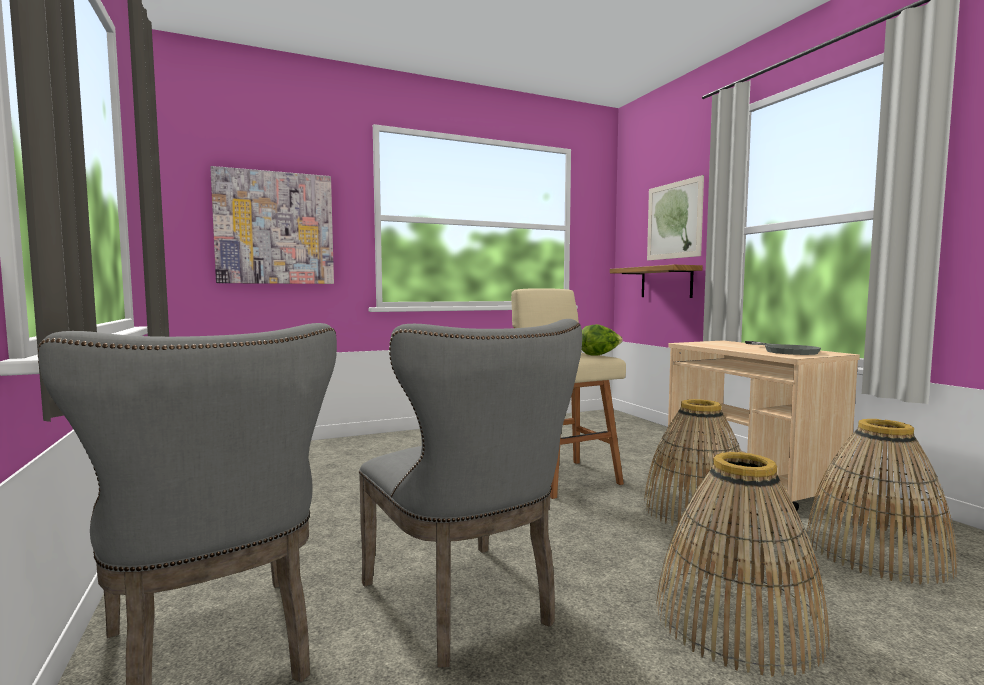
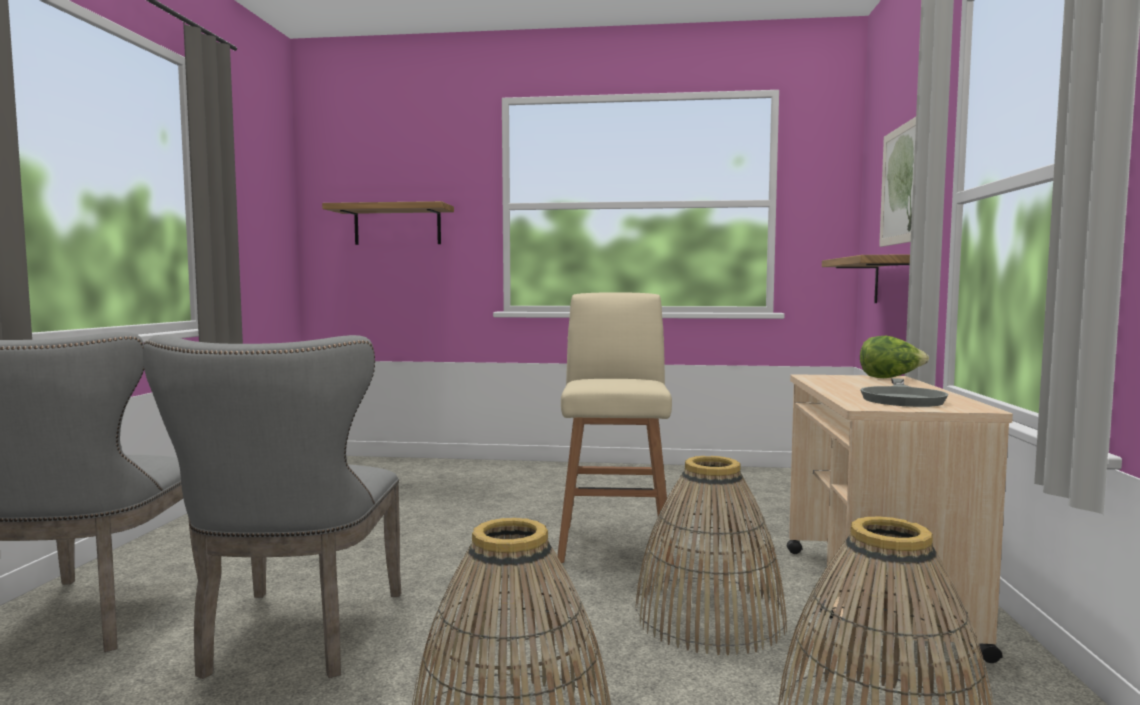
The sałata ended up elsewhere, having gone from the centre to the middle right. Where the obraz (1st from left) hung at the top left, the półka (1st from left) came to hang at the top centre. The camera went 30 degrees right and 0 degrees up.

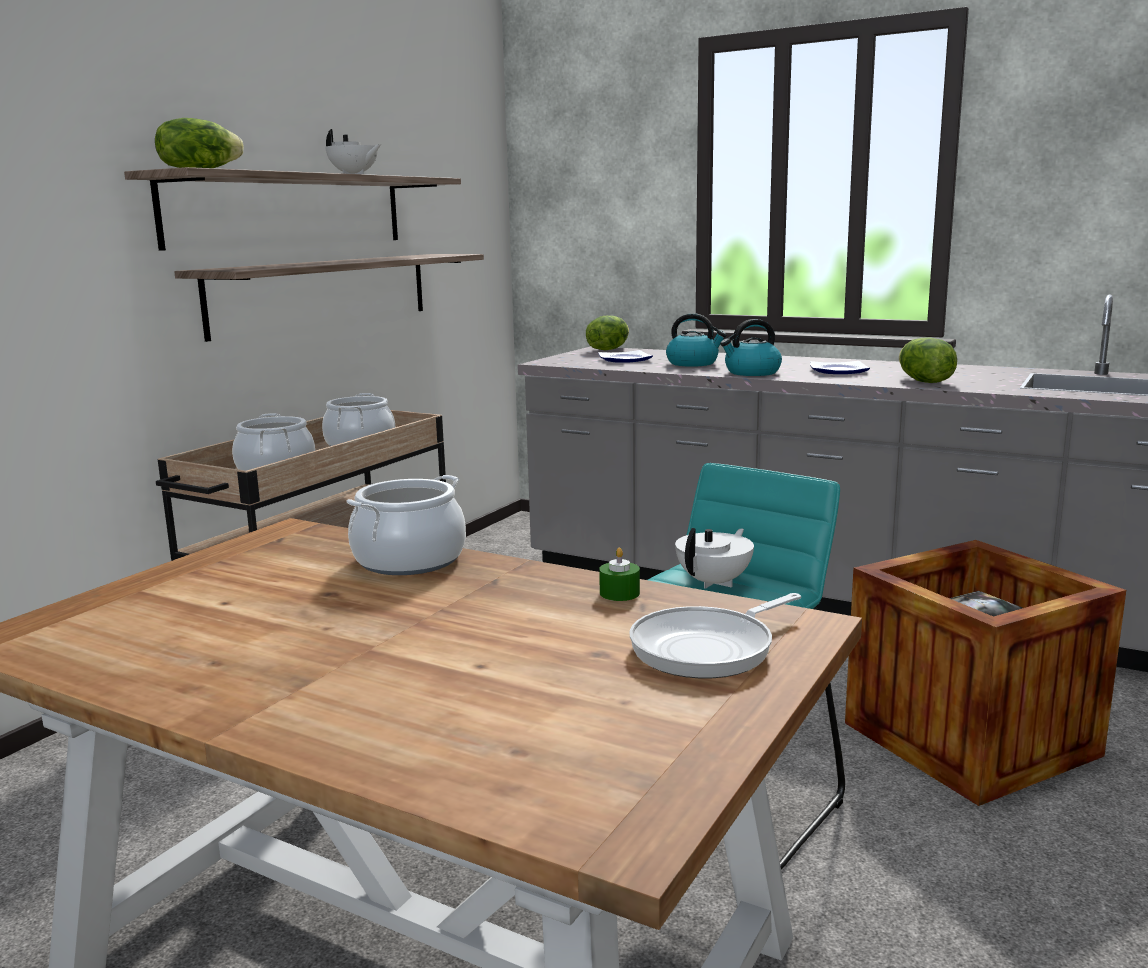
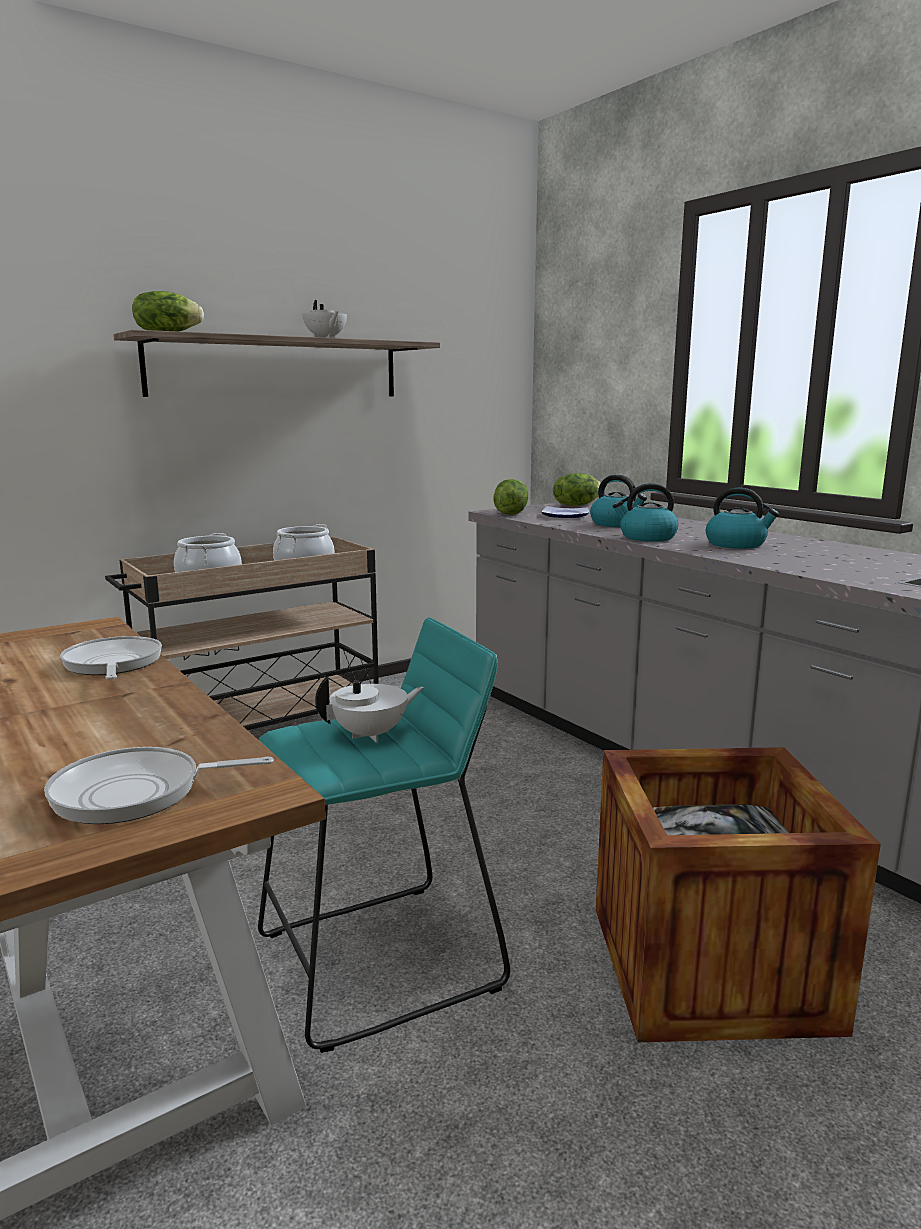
The second view lost the półka (2nd from left) at the top left. The second view lost the świeca (zielony) at the centre. The sałata (3rd from left in the first image) ended up elsewhere, having gone from the middle right to the centre. Where the garnek (3rd from left) stood at the centre, the patelnia (1st from left) came to stand at the middle left. Where the talerz (2nd from left) stood at the middle right, the czajnik (3rd from left) came to stand at the middle right. The camera went 25 degrees right and 0 degrees up.

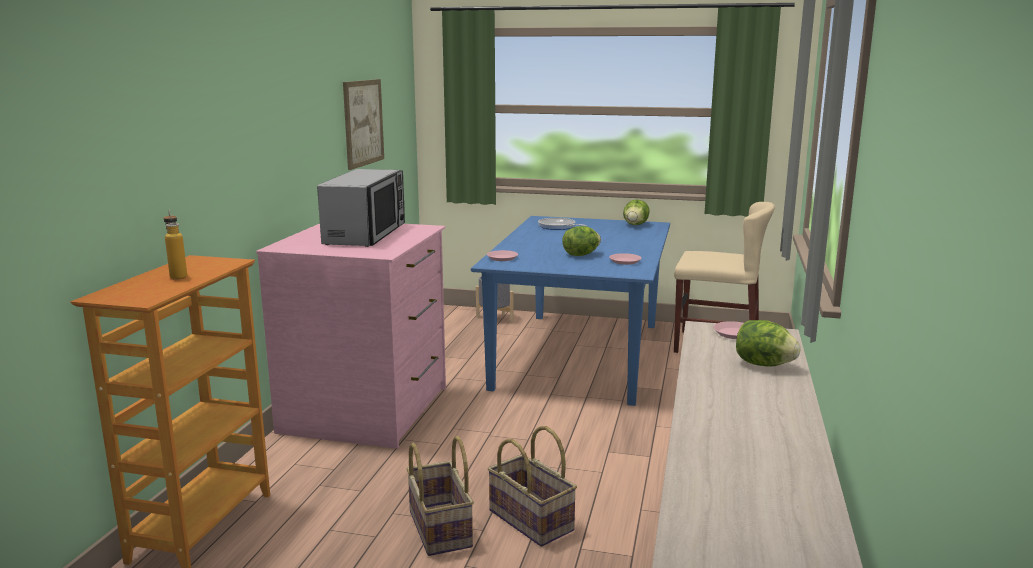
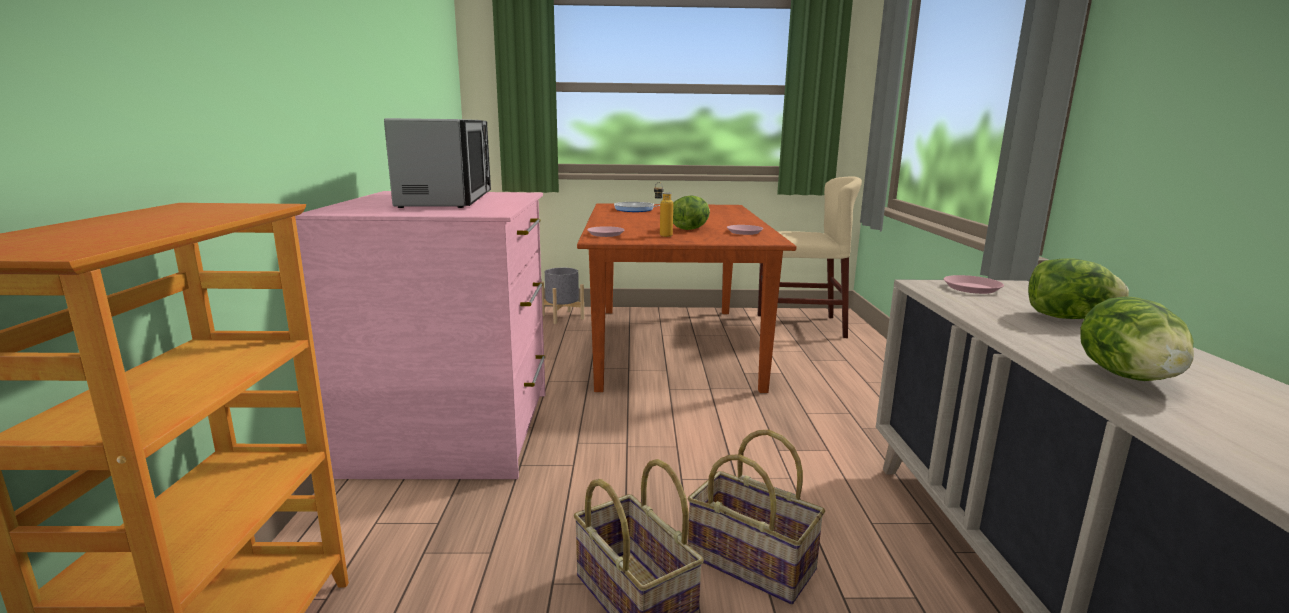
The second view lost the obraz at the top centre. The butelka ended up elsewhere, having gone from the middle left to the centre. The sałata (2nd from left in the first image) ended up elsewhere, having gone from the centre to the middle right. What was the stół jadalny (niebieski) at the centre turned into the stół jadalny (brązowy) at the centre. The camera went 15 degrees left and 0 degrees up.

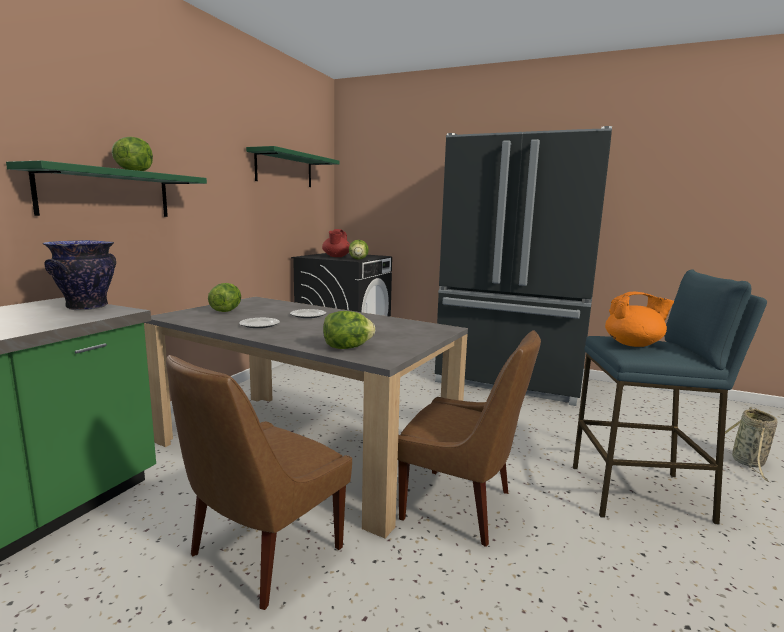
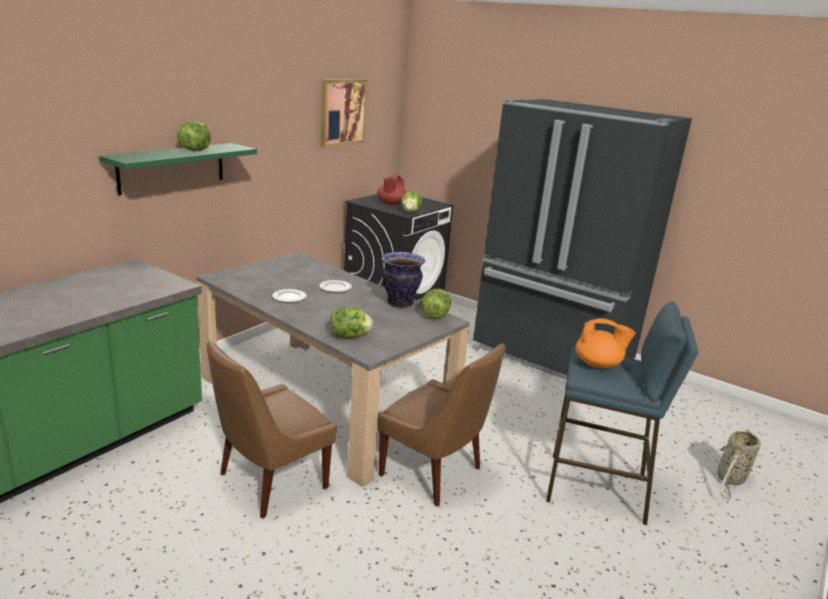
The wazon ended up elsewhere, having gone from the middle left to the centre. The sałata (2nd from left in the first image) ended up elsewhere, having gone from the middle left to the centre. Where the półka (zielony) (2nd from left) hung at the top centre, the obraz came to hang at the top centre. The camera went 10 degrees right and 10 degrees up.

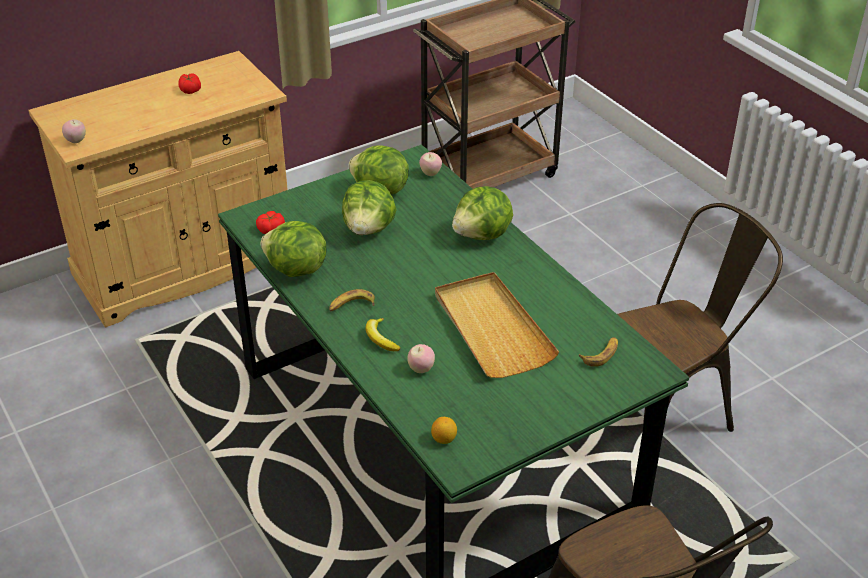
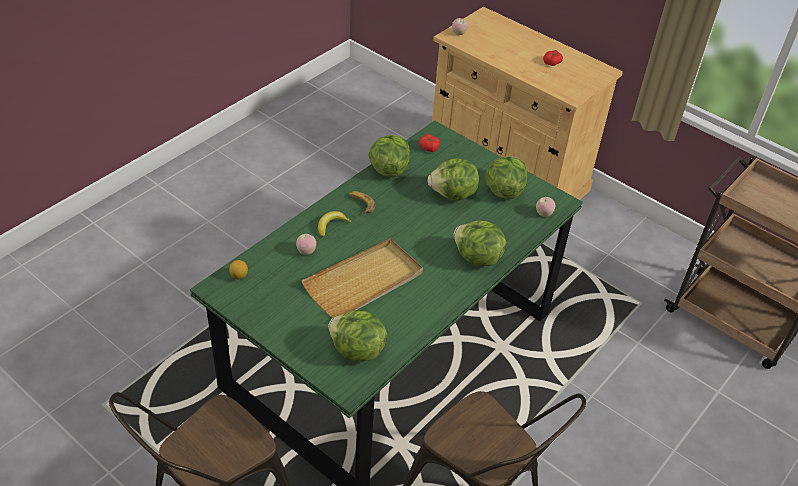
Where the banan (3rd from left) stood at the middle right, the sałata (1st from left) came to stand at the bottom centre. The camera went 70 degrees right and 5 degrees up.

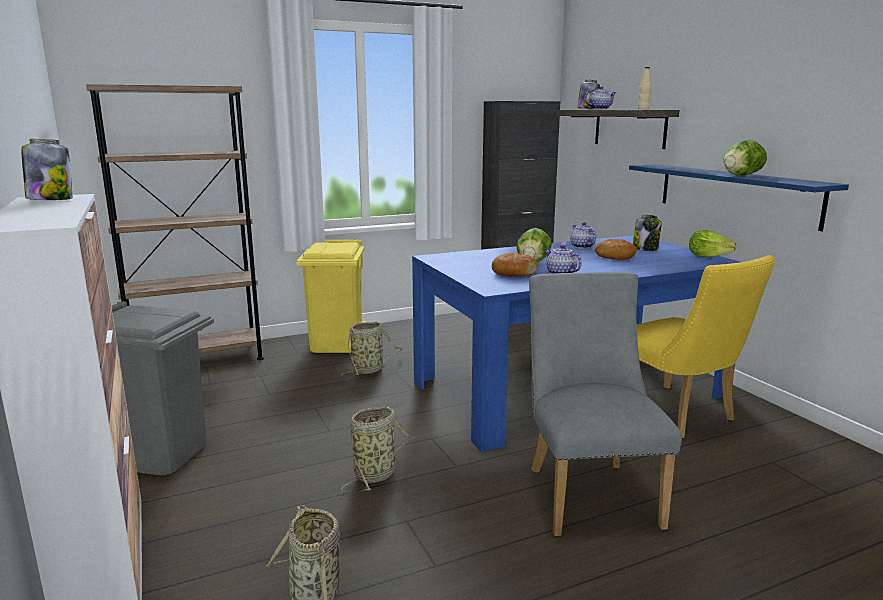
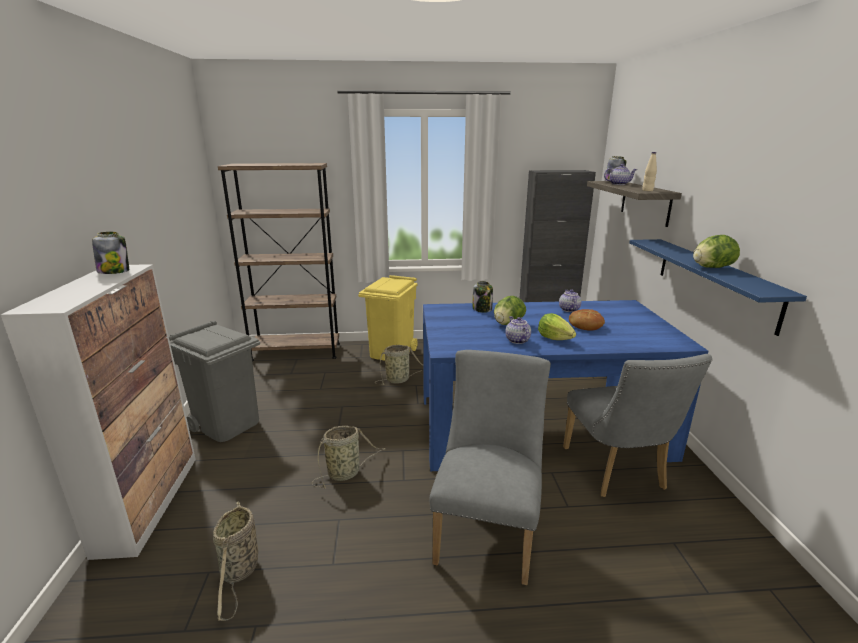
The second view lost the chleb (1st from left) at the centre. The słoik (3rd from left in the first image) ended up elsewhere, having gone from the middle right to the centre. The sałata (2nd from left) ended up elsewhere, having gone from the middle right to the centre. What was the krzesło (żółty) at the middle right turned into the krzesło (szary) (2nd from left) at the middle right. The camera went 20 degrees right and 5 degrees up.

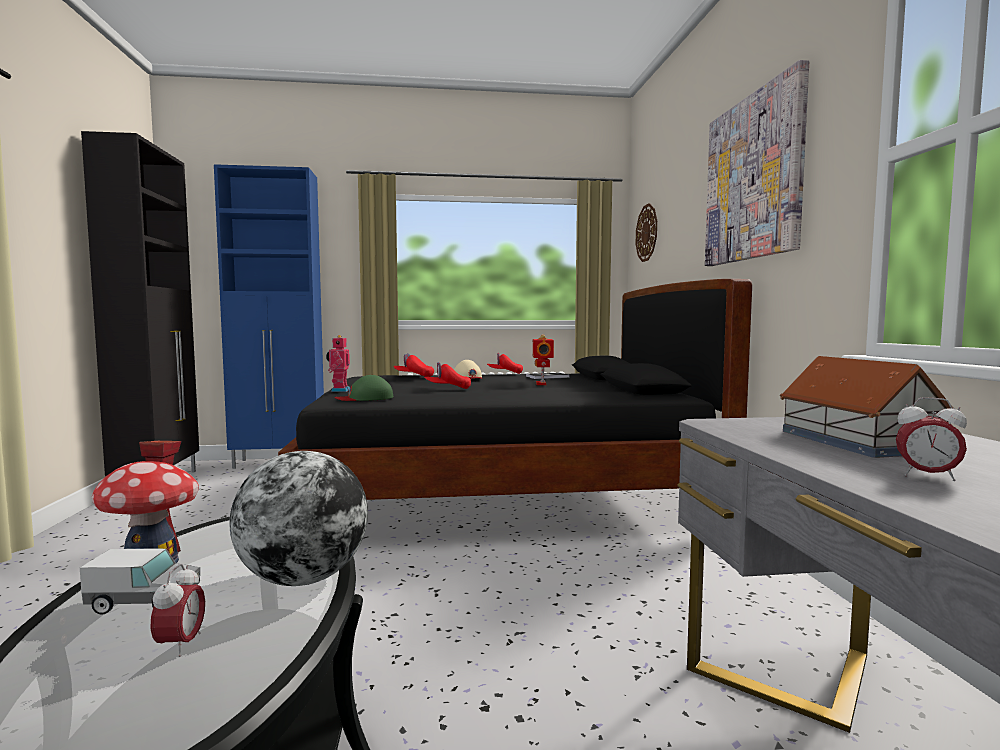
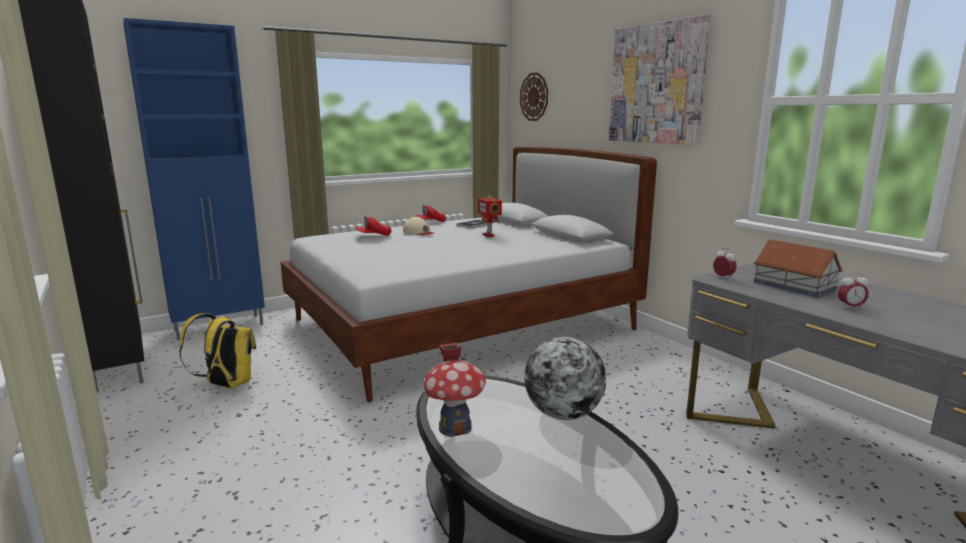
The second view lost the ciężarówka zabawkowa at the bottom left. The second view lost the robot zabawkowy (1st from left) at the centre. The second view lost the czapka z daszkiem (zielony) at the centre. The second view lost the czapka z daszkiem (czerwony) (2nd from left) at the centre. The second view gained the plecak (żółty) at the middle left. The budzik (1st from left) ended up elsewhere, having gone from the bottom left to the middle right. What was the łóżko (czarny) at the centre turned into the łóżko (biały) at the centre. The camera went 25 degrees left and 10 degrees up.

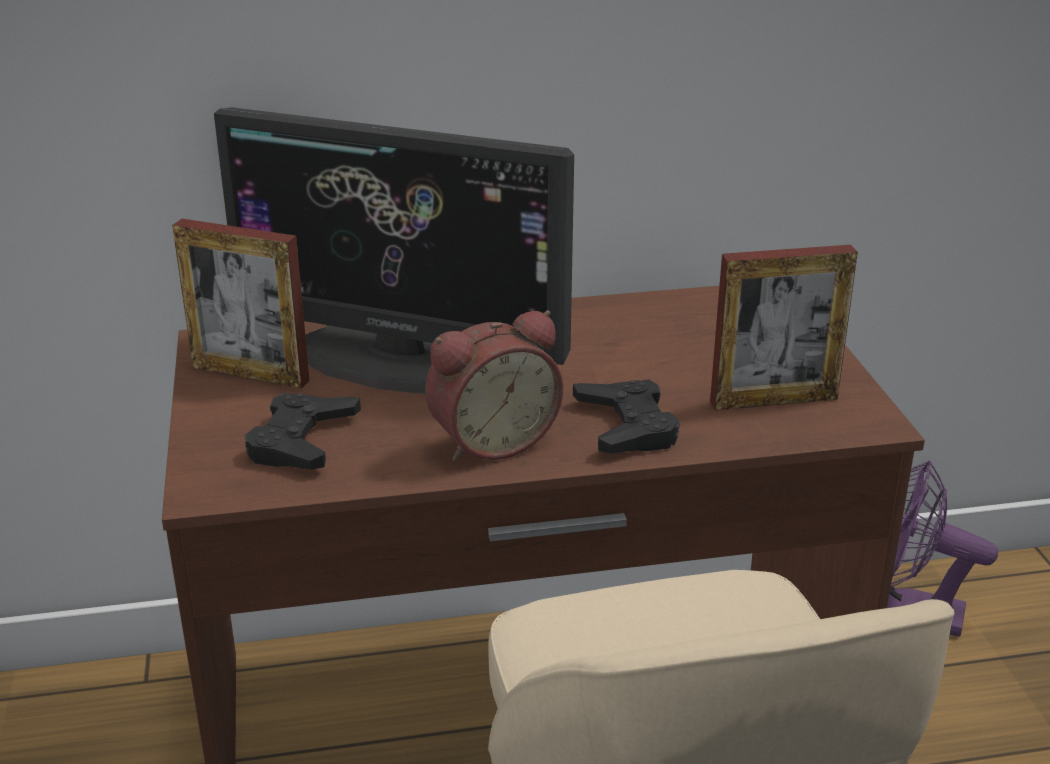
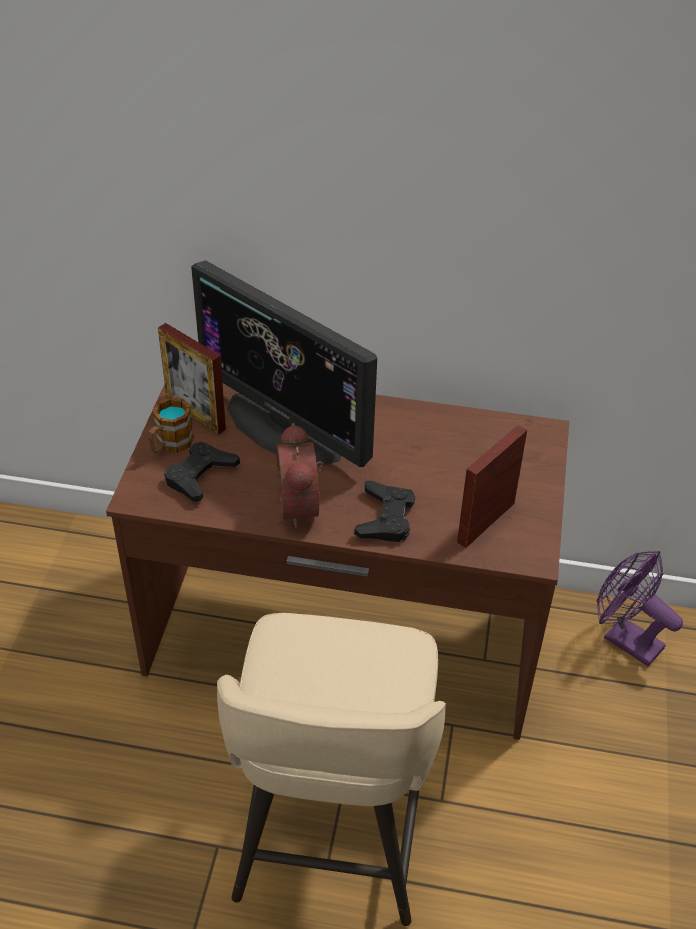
The second view gained the kubek at the middle left. The budzik at the centre ended up facing another way, 90 degrees clockwise from before. The ramka na zdjęcie (2nd from left) at the middle right ended up facing another way, 120 degrees clockwise from before. The camera went 20 degrees right and 15 degrees up.

